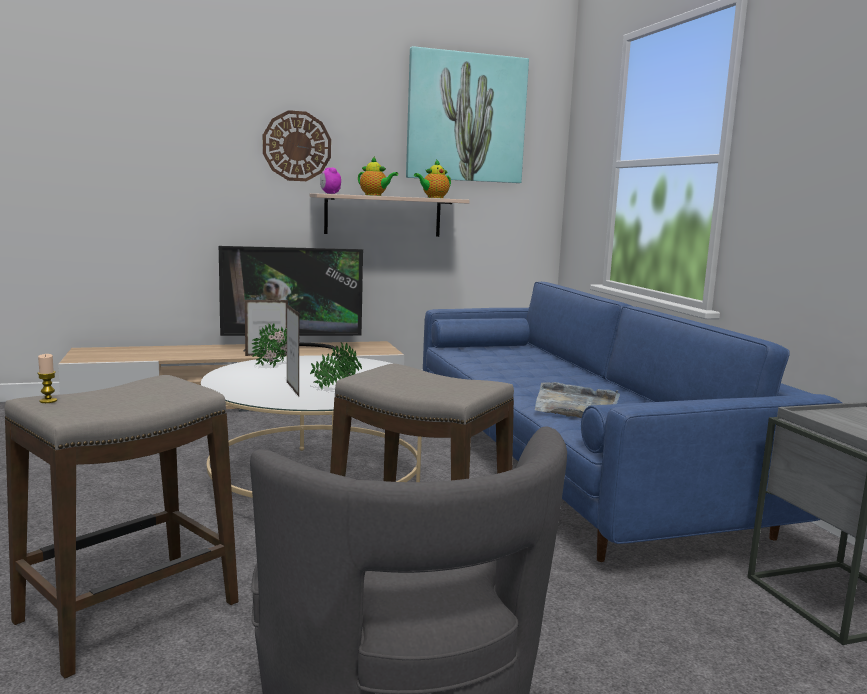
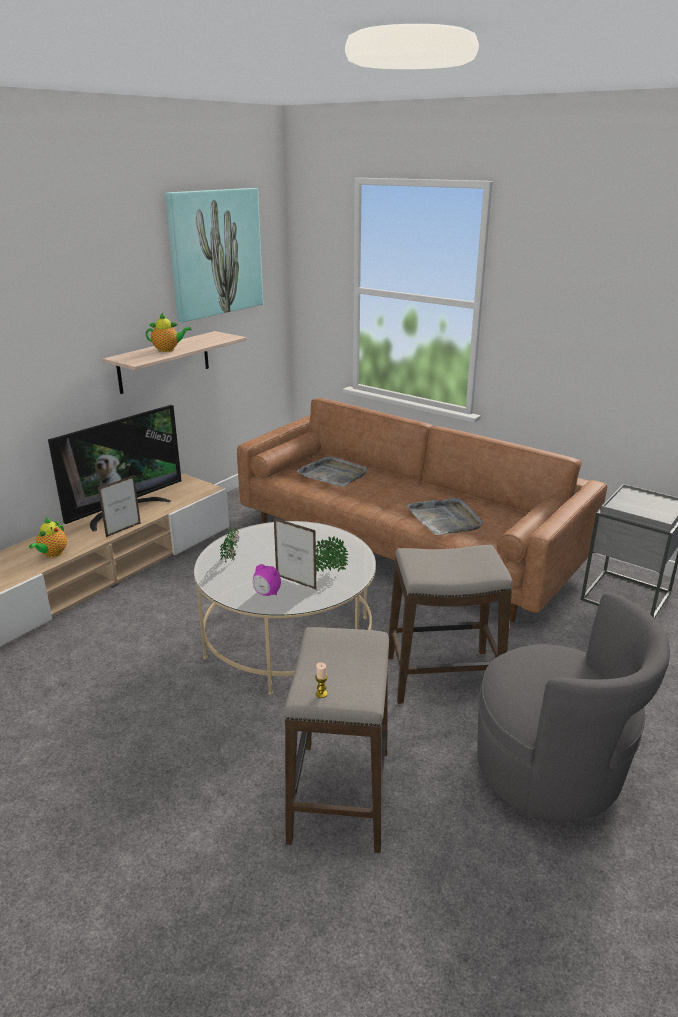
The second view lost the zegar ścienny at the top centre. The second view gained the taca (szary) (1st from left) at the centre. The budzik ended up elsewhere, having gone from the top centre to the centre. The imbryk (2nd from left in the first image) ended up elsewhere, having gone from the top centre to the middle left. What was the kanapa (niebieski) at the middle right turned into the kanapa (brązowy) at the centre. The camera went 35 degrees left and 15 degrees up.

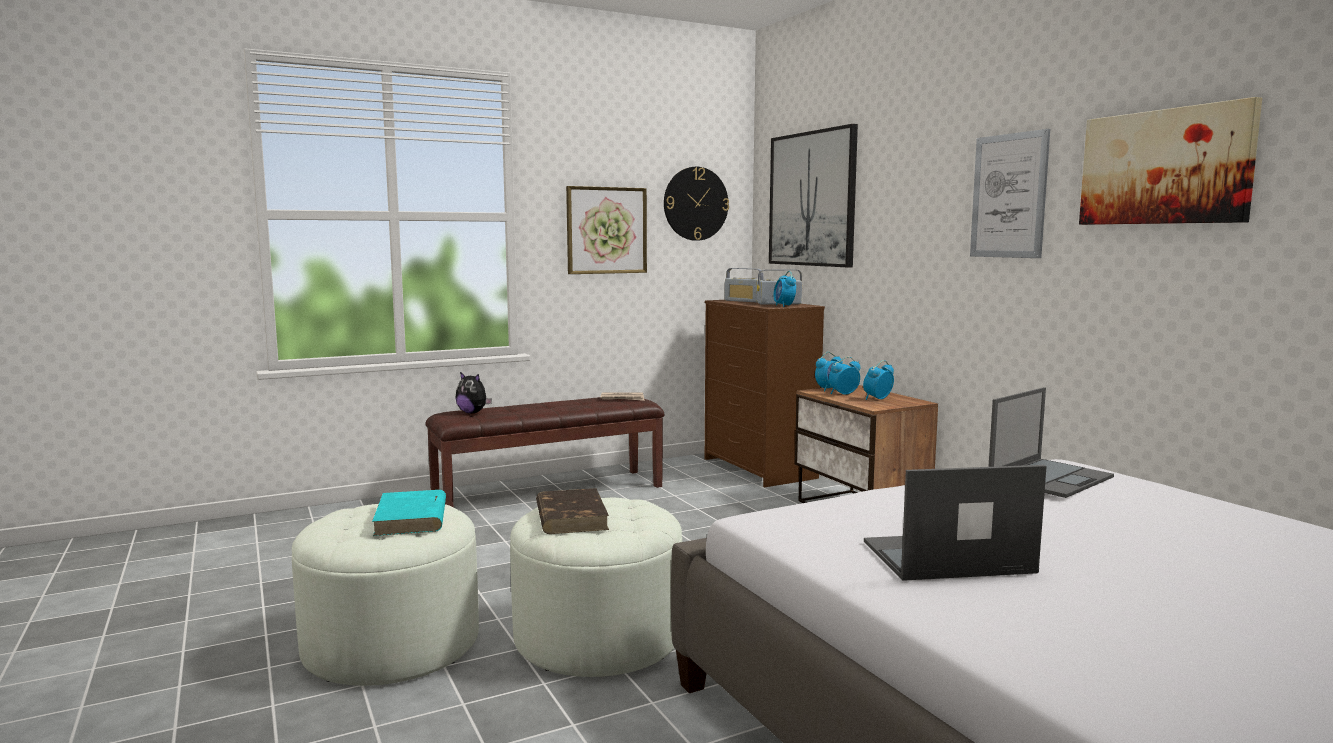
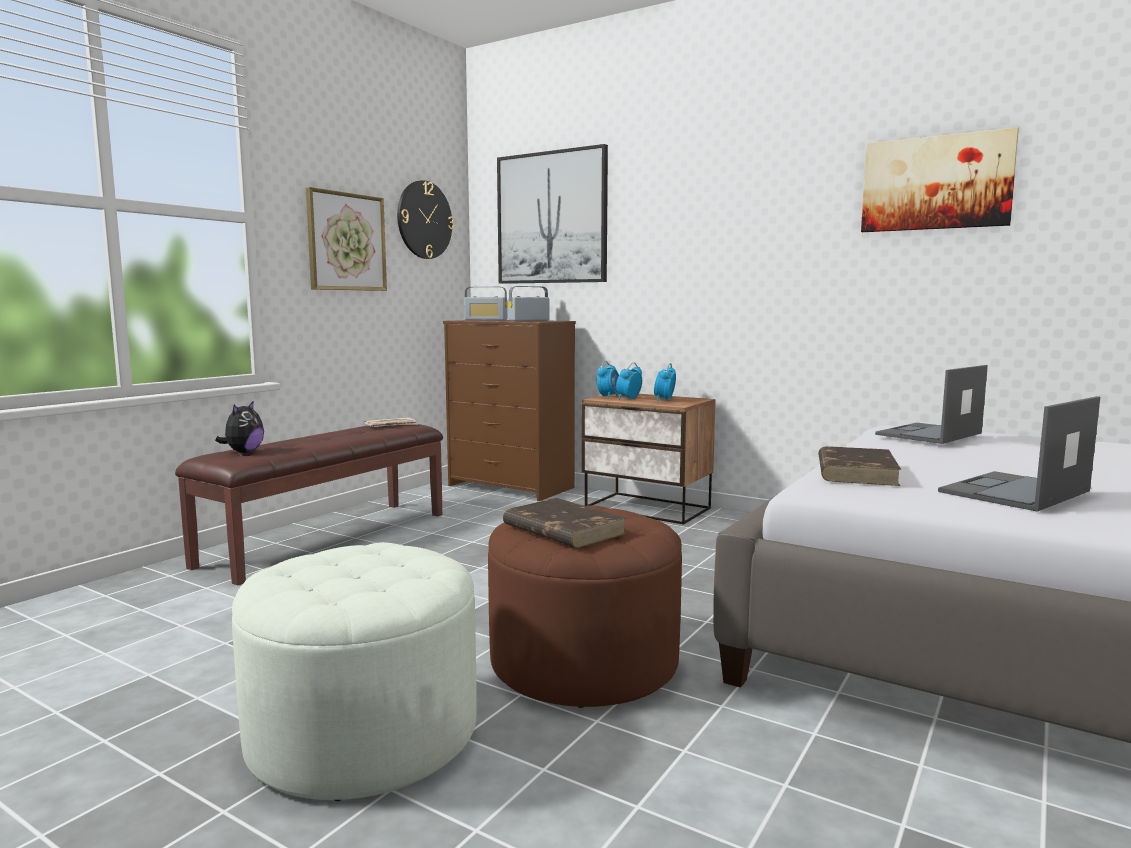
The second view lost the książka (turkusowy) at the bottom left. The second view lost the budzik (1st from left) at the centre. The second view lost the obraz (3rd from left) at the top right. The second view gained the książka (brązowy) (2nd from left) at the middle right. What was the pufa (biały) (2nd from left) at the bottom centre turned into the pufa (brązowy) at the bottom centre. The pluszak at the centre ended up facing another way, 75 degrees counterclockwise from before. The laptop (2nd from left in the first image) at the middle right ended up facing another way, 150 degrees counterclockwise from before. The camera went 30 degrees left and 0 degrees up.

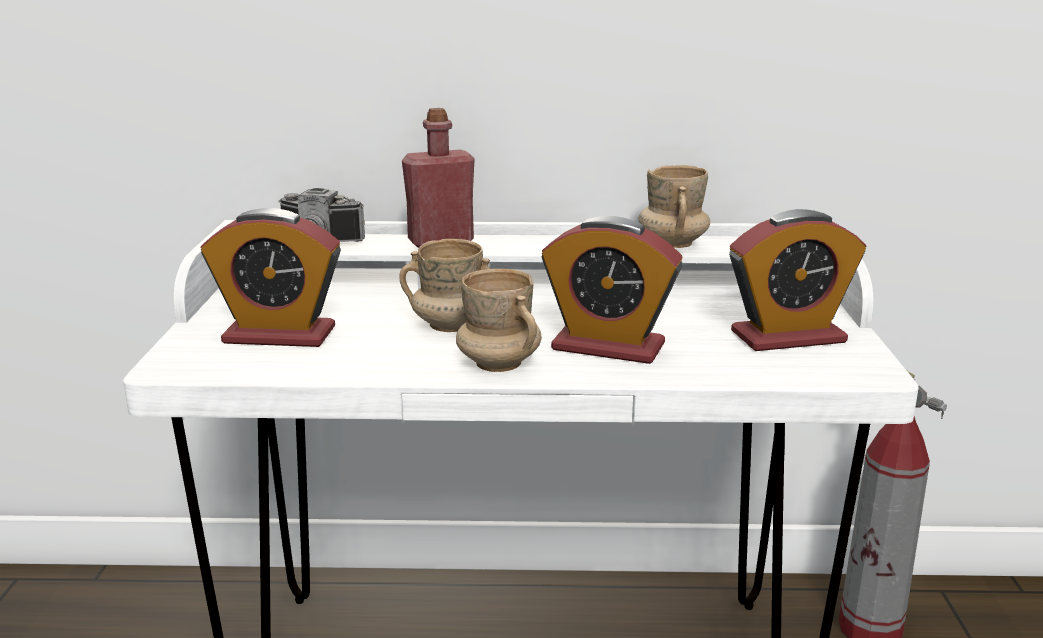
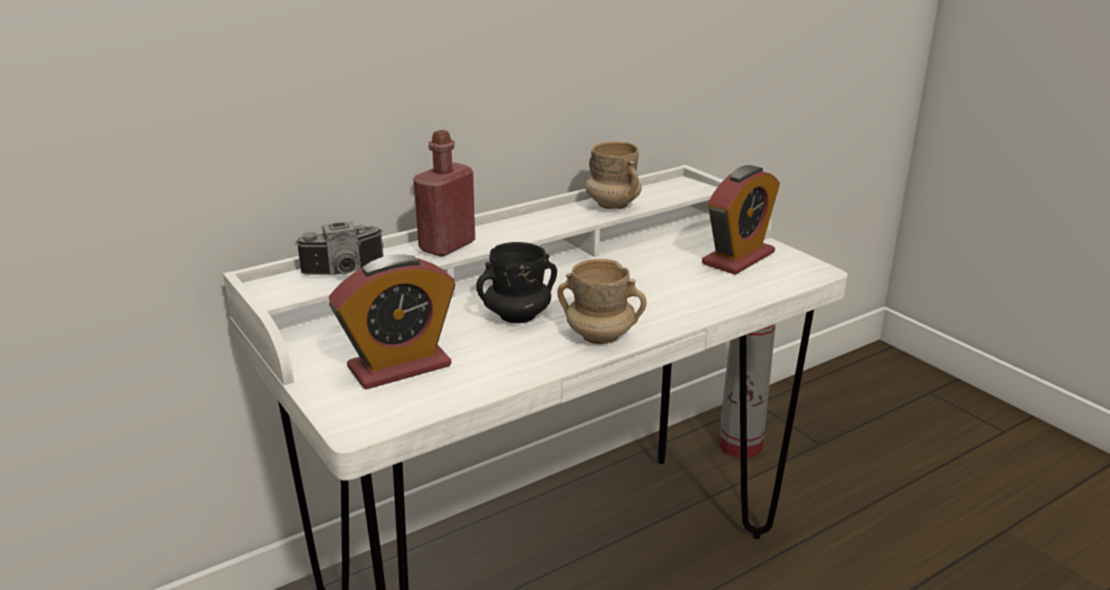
The second view lost the budzik (2nd from left) at the centre. What was the kubek (beżowy) (1st from left) at the centre turned into the kubek (czarny) at the centre. The camera went 35 degrees left and 5 degrees up.

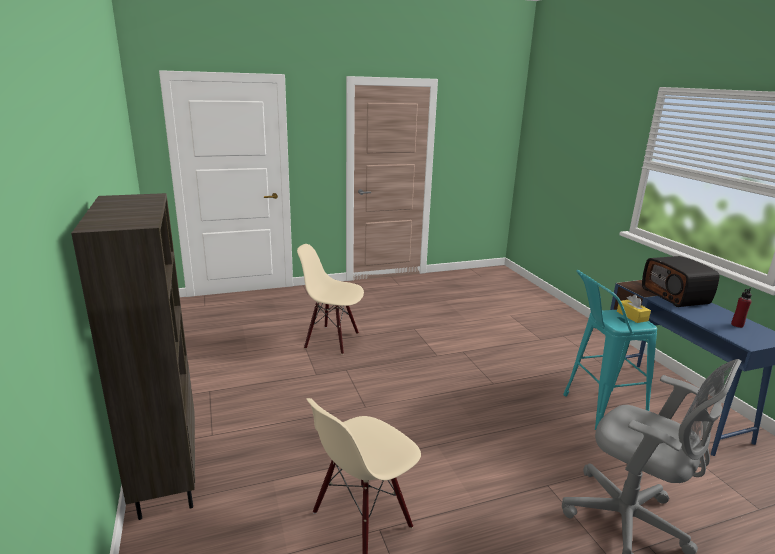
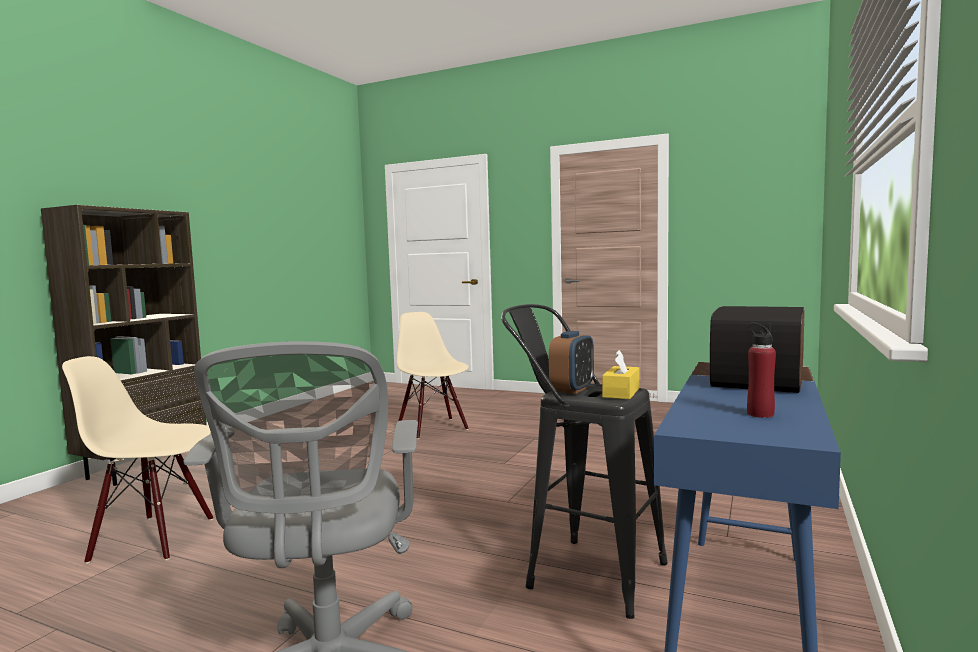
The second view gained the budzik at the centre. What was the stołek (turkusowy) at the middle right turned into the stołek (czarny) at the bottom centre. The camera went 45 degrees right and 15 degrees down.

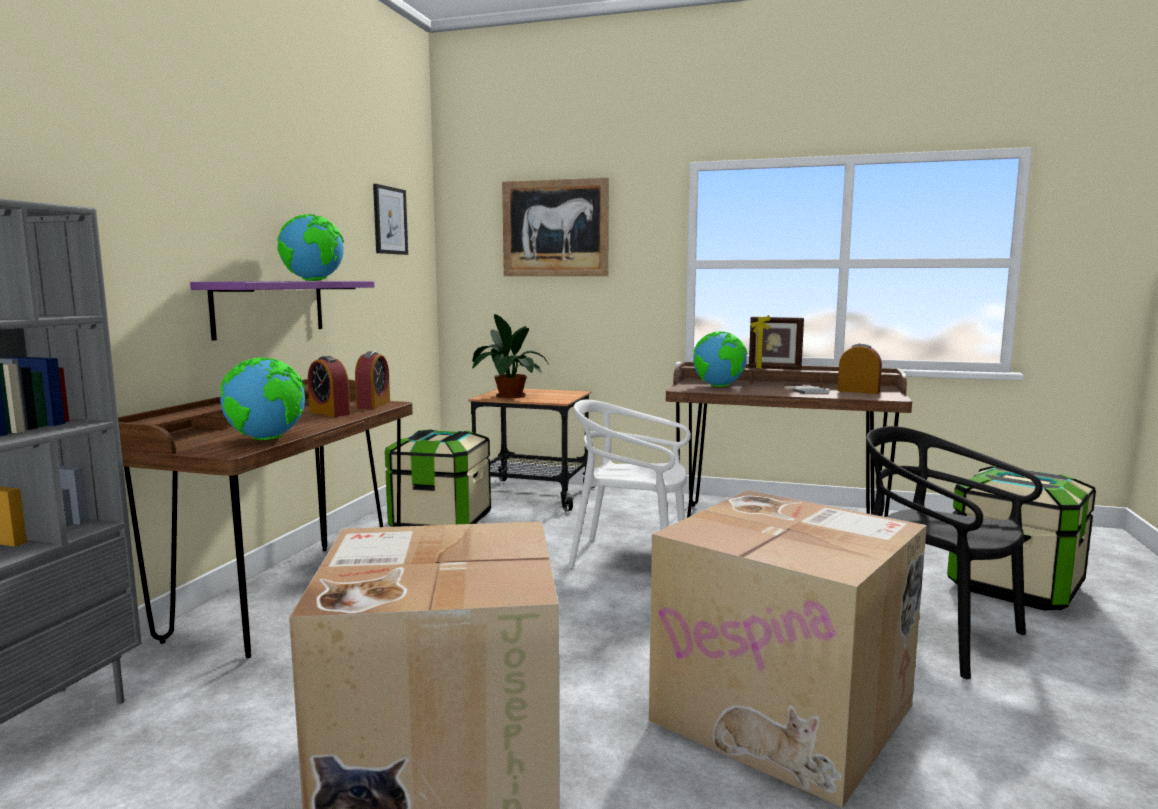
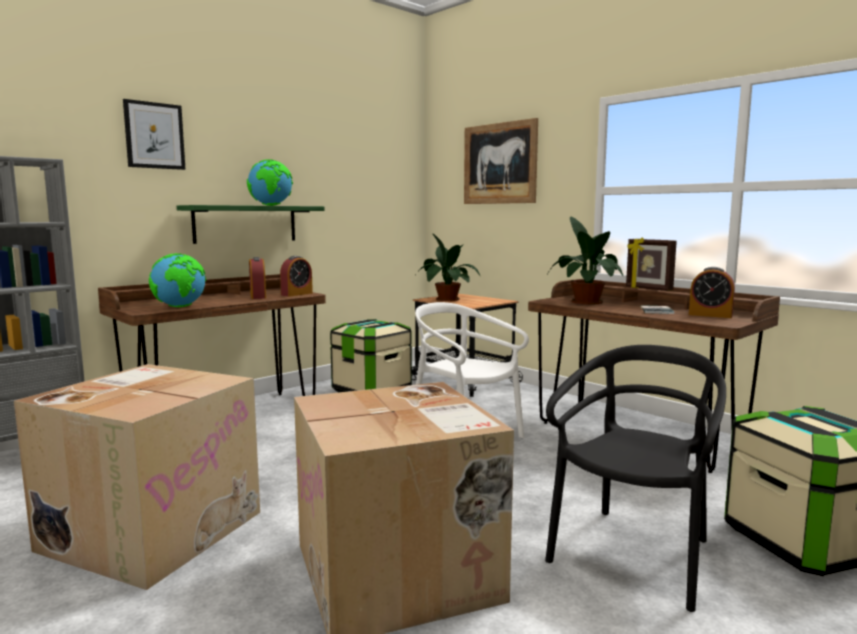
The obraz (1st from left) ended up elsewhere, having gone from the top centre to the top left. Where the globus (3rd from left) stood at the centre, the roślina doniczkowa (2nd from left) came to stand at the middle right. What was the półka (fioletowy) at the middle left turned into the półka (zielony) at the middle left. The budzik (3rd from left) at the middle right ended up facing another way, 150 degrees clockwise from before. The krzesło (czarny) at the bottom right ended up facing another way, 45 degrees clockwise from before. The camera went 30 degrees right and 0 degrees up.

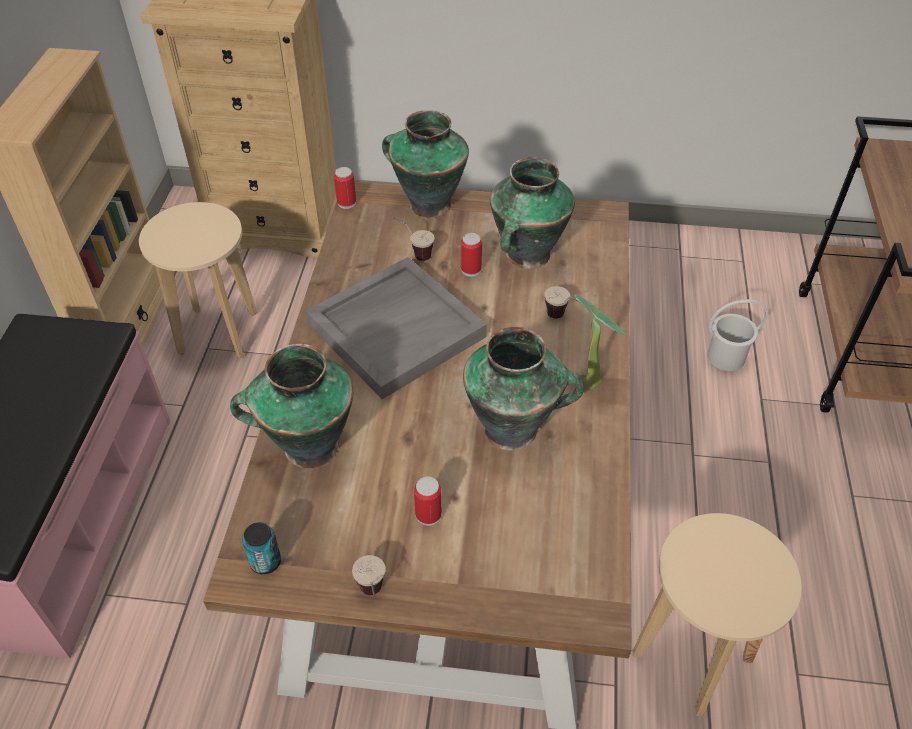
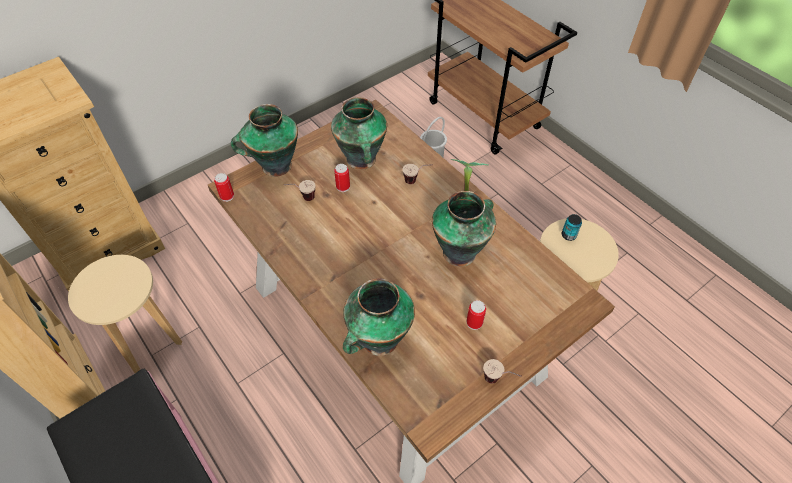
The second view lost the taca (szary) at the centre. The puszka (1st from left in the first image) ended up elsewhere, having gone from the bottom left to the middle right. The camera went 45 degrees left and 5 degrees up.

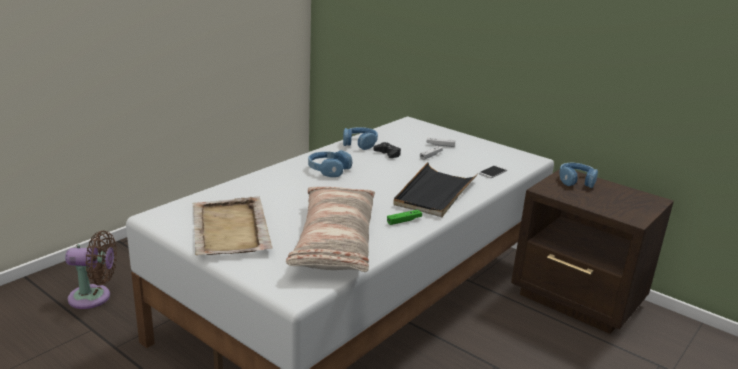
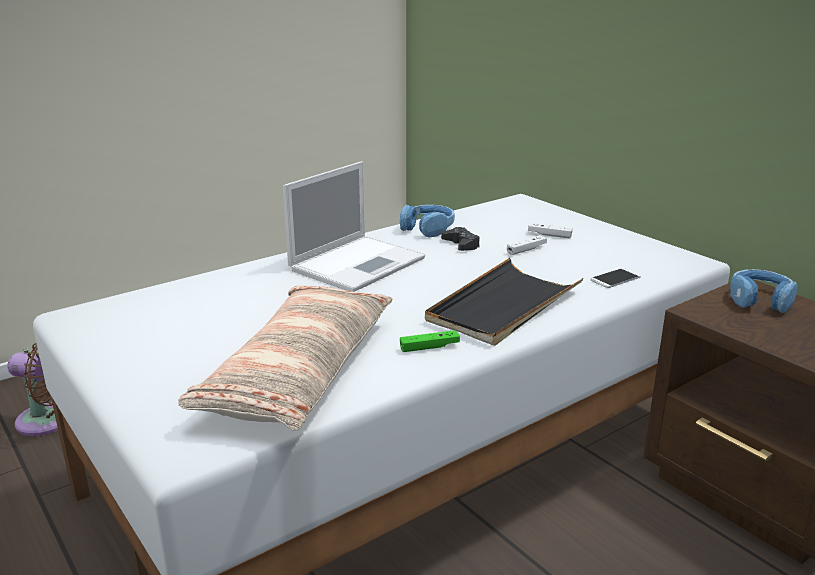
The second view lost the taca (beżowy) at the middle left. Where the słuchawki (niebieski) (1st from left) stood at the centre, the laptop came to stand at the centre. The camera went 15 degrees right and 0 degrees up.

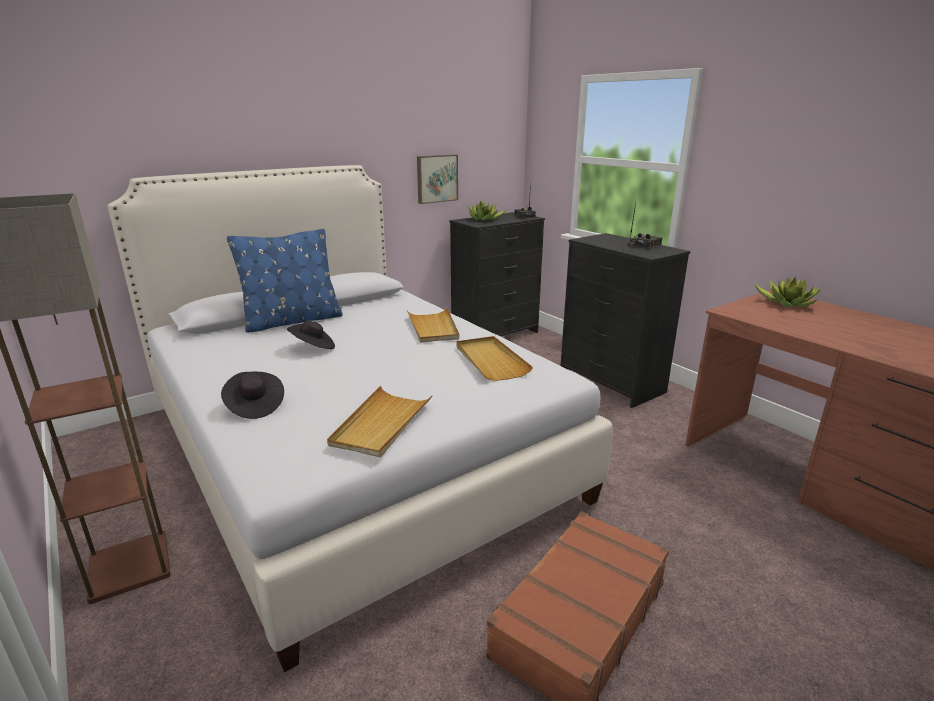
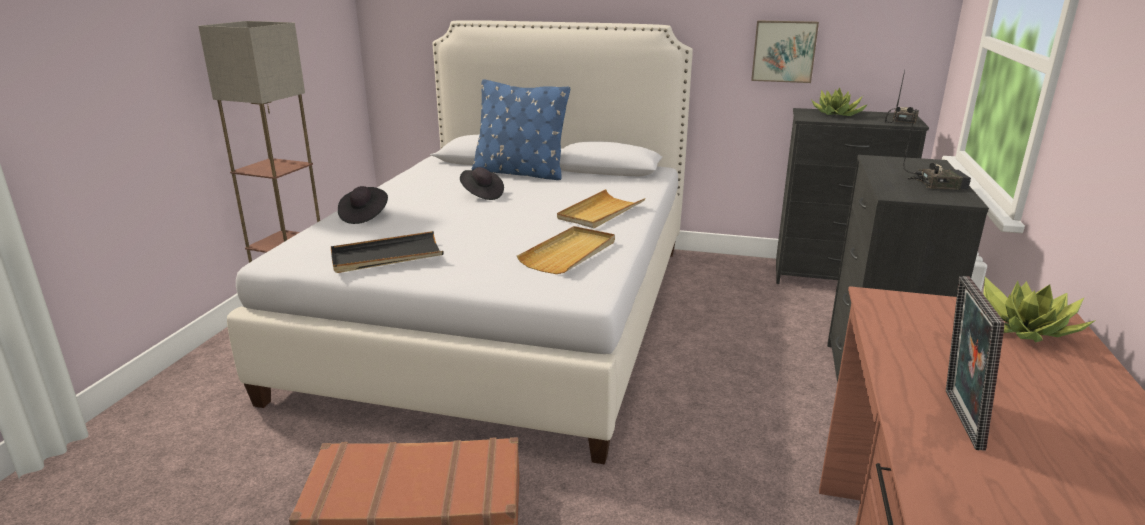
The second view gained the ramka na zdjęcie at the bottom right. What was the taca (beżowy) (1st from left) at the centre turned into the taca (czarny) at the centre. The camera went 50 degrees right and 0 degrees up.

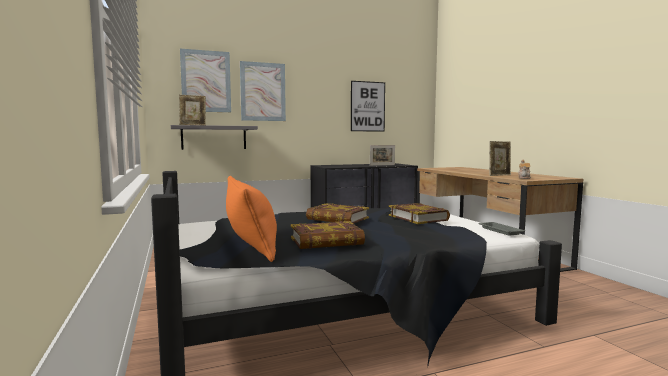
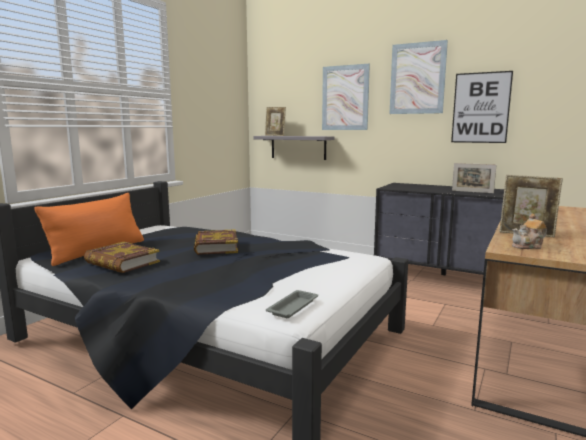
The second view lost the książka (3rd from left) at the centre. The obraz (1st from left in the first image) ended up elsewhere, having gone from the top left to the top right. The camera went 50 degrees right and 5 degrees up.

